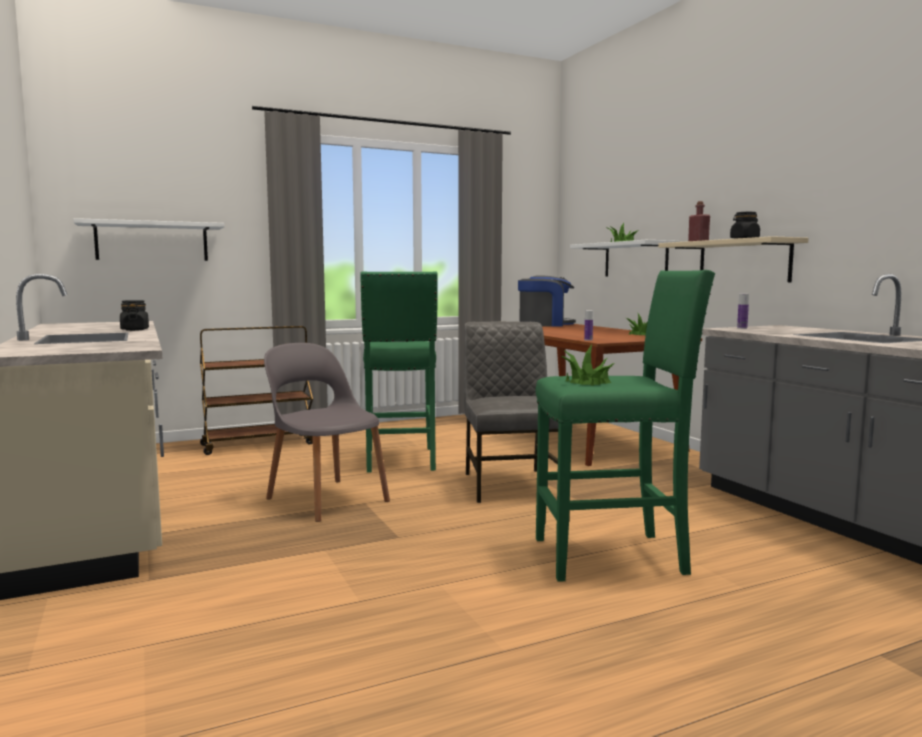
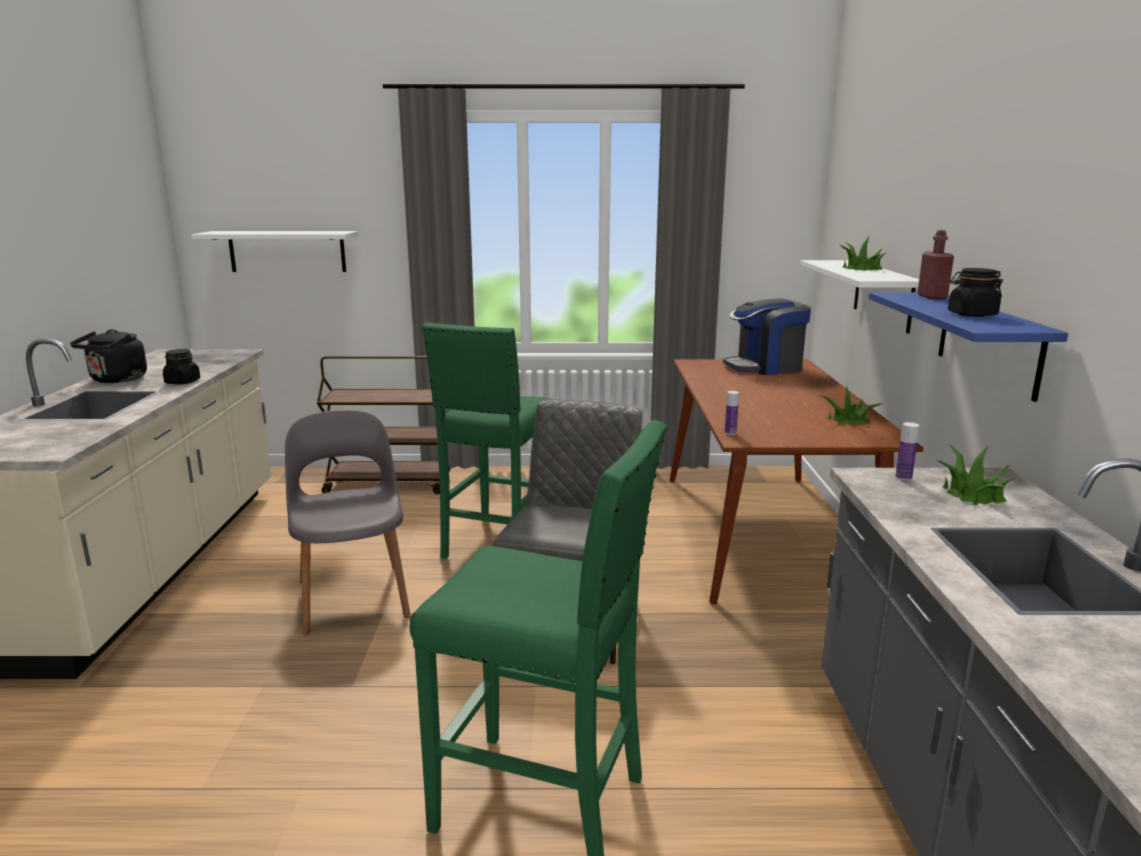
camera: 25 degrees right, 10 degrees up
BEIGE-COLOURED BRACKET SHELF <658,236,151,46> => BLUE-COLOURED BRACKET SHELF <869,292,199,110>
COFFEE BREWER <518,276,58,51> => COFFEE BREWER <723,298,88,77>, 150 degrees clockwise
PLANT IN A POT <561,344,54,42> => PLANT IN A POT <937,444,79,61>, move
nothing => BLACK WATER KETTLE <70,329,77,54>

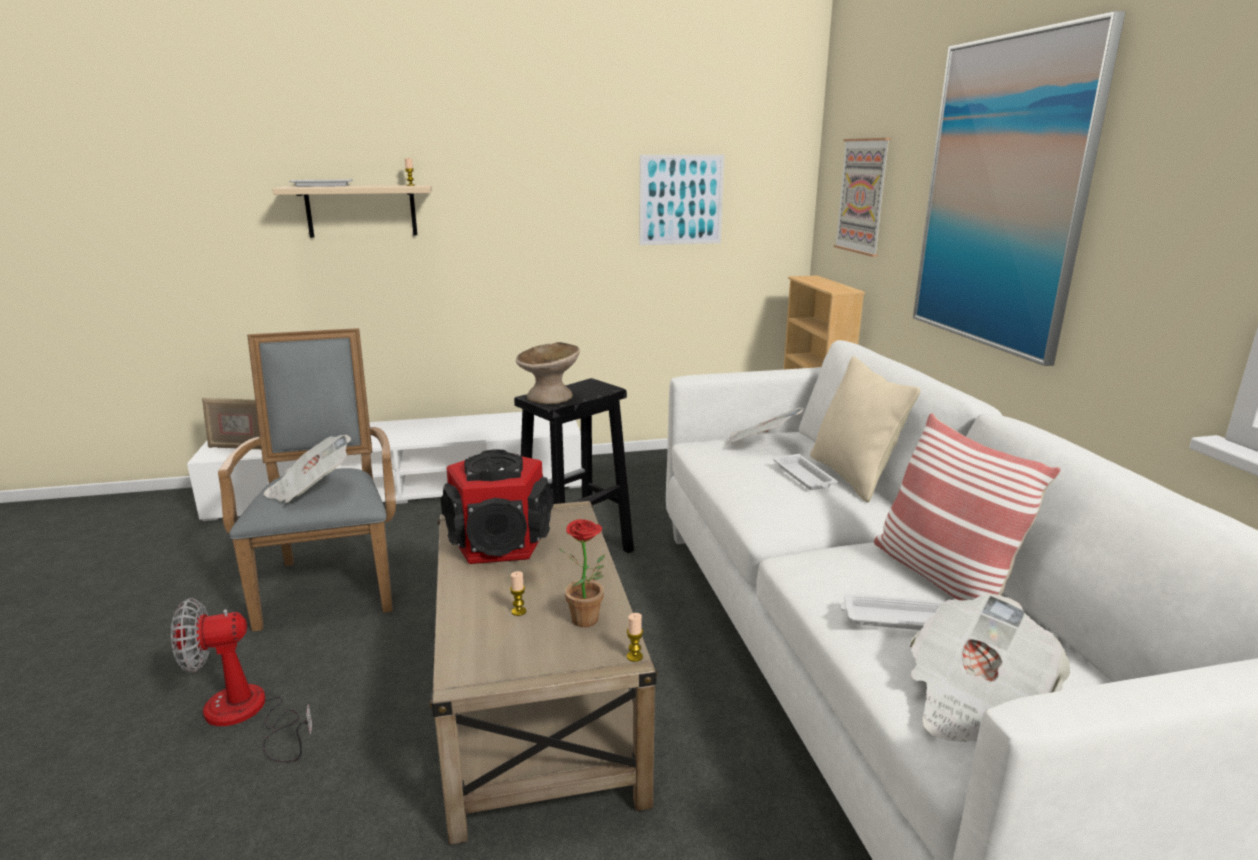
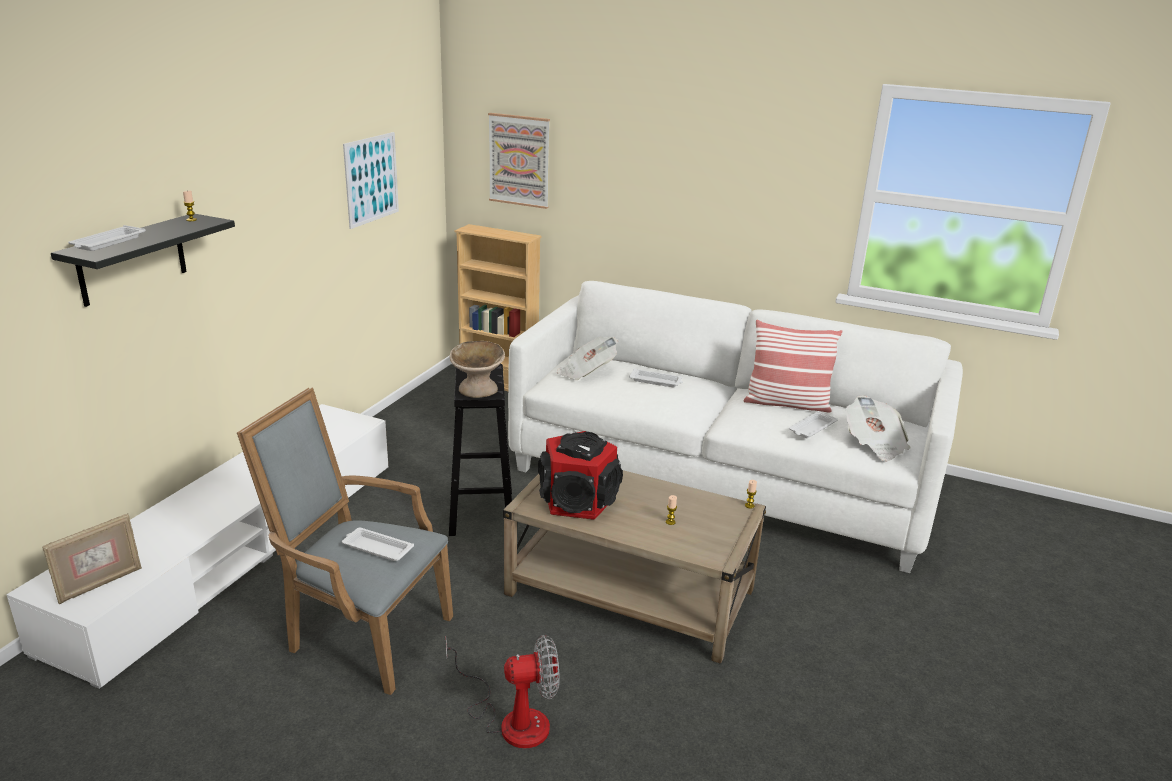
camera: 55 degrees left, 5 degrees up
WALL ART <913,11,212,355> => nothing
BEIGE-COLOURED BRACKET SHELF <272,185,160,53> => BLACK BRACKET SHELF <51,214,184,93>
BEIGE-COLOURED CUSHION <810,356,111,146> => nothing
NEWSPAPER <264,435,87,68> => WHITE SERVING TRAY <342,528,72,33>
PLANT IN A POT <558,519,47,108> => nothing
COOLING FAN <171,598,141,165> => COOLING FAN <446,635,114,113>, 120 degrees counterclockwise

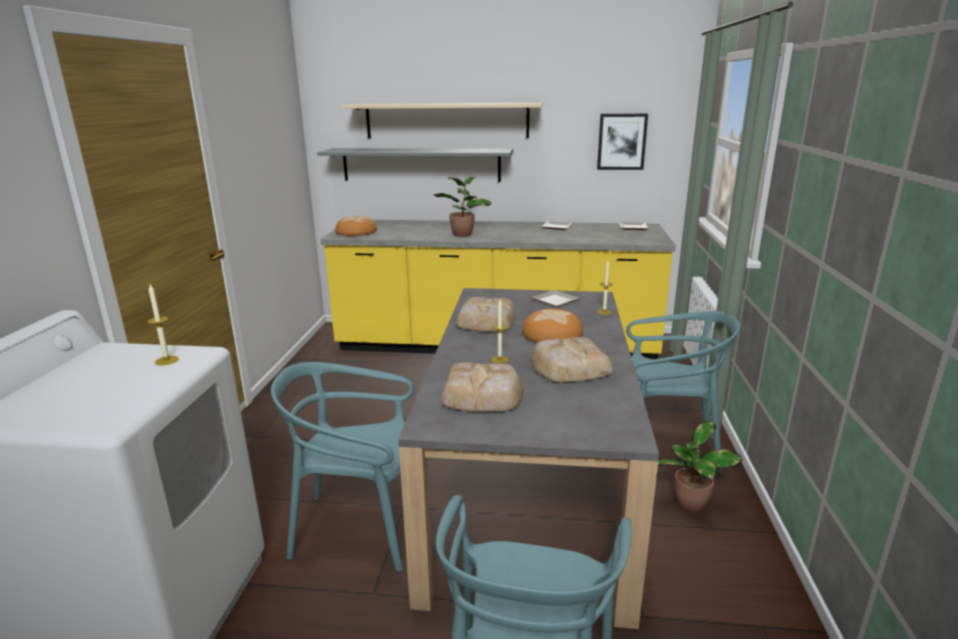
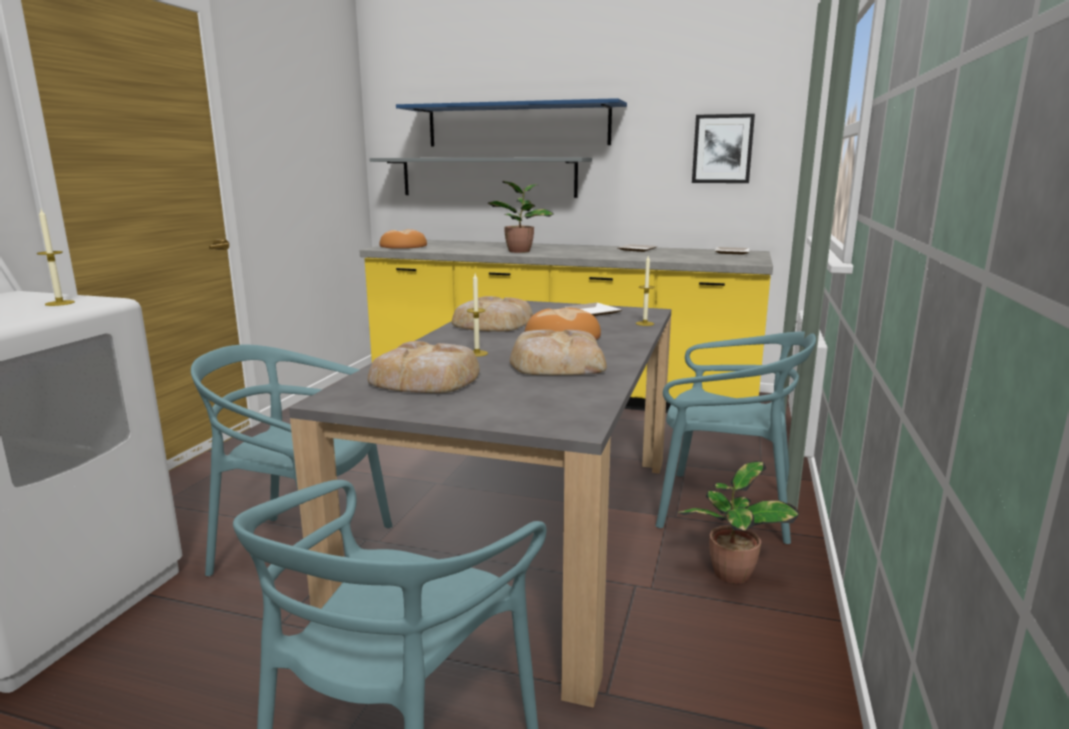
camera: 10 degrees right, 5 degrees down
BEIGE-COLOURED BRACKET SHELF <341,103,201,35> => BLUE-COLOURED BRACKET SHELF <396,98,231,49>

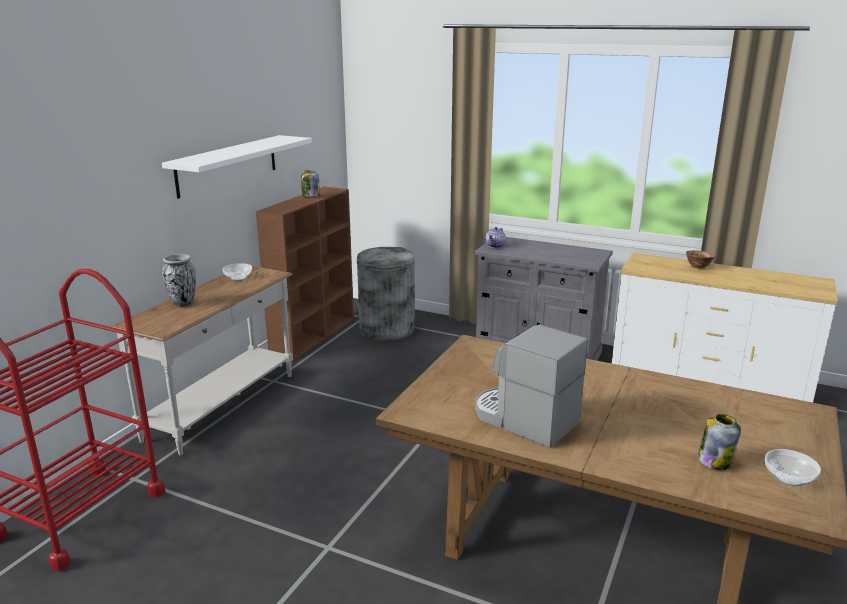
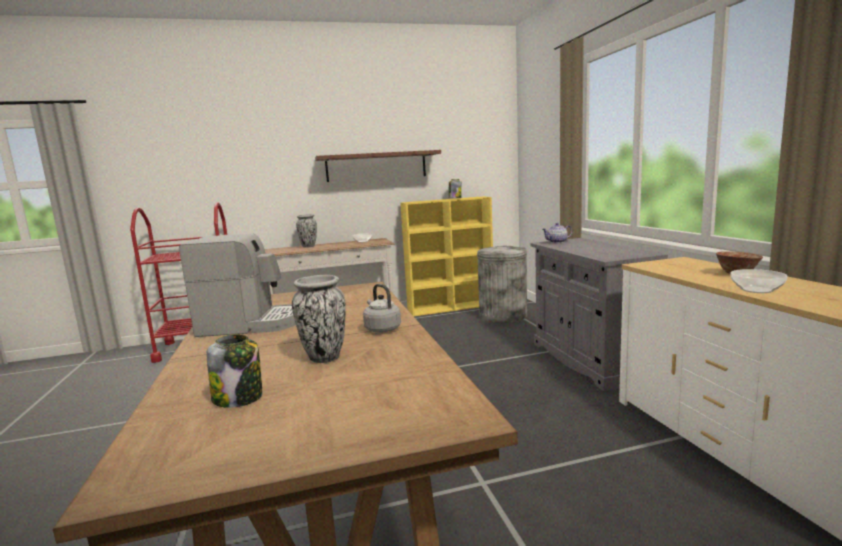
camera: 50 degrees right, 10 degrees down
WHITE BRACKET SHELF <162,135,150,64> => BROWN-COLOURED BRACKET SHELF <315,150,126,32>
BROWN-COLOURED BOOKSHELF <256,187,98,173> => YELLOW-COLOURED BOOKSHELF <400,196,93,120>
COFFEE BREWER <475,325,113,123> => COFFEE BREWER <179,233,117,104>, 90 degrees clockwise
SERVING BOWL <765,449,56,37> => SERVING BOWL <730,269,58,24>, move
nothing => DECORATIVE VASE <292,275,54,88>
nothing => GREY WATER KETTLE <363,284,38,48>

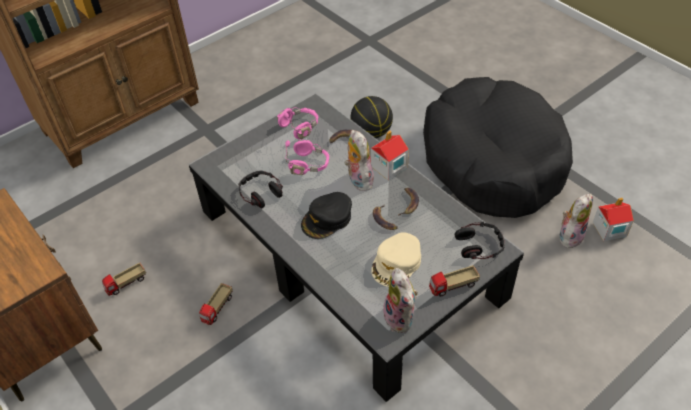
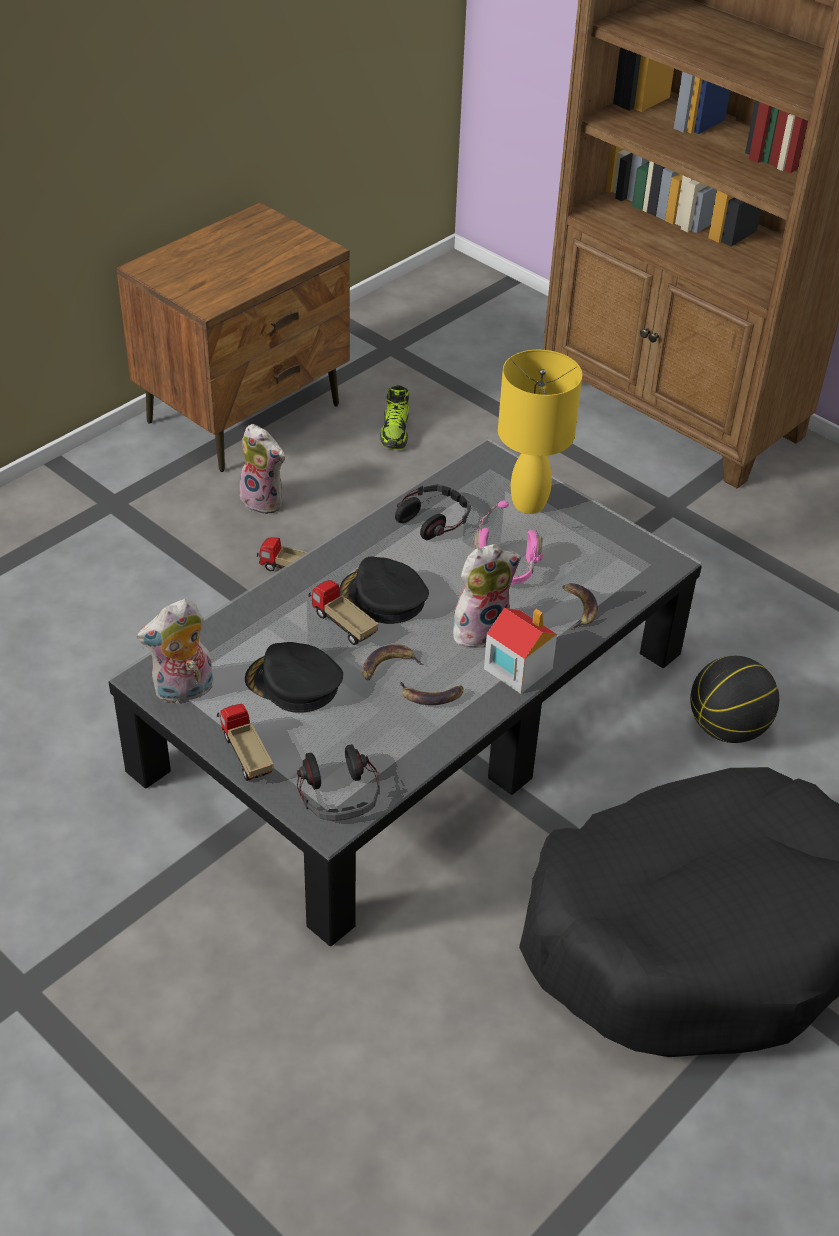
camera: 80 degrees right, 5 degrees down
PINKISH HEADSET <277,107,41,32> => nothing
SOFT TOY <559,194,34,54> => SOFT TOY <238,424,47,91>, move
MINIATURE HOUSE <593,198,41,43> => nothing
BEIGE-COLOURED PEAKED CAP <371,232,50,55> => BLACK PEAKED CAP <245,642,98,71>
TOY LORRY <102,262,44,34> => TOY LORRY <308,580,70,65>, move
nothing => YELLOW-COLOURED TABLE LAMP <498,350,84,164>
nothing => SHOE <380,385,29,64>

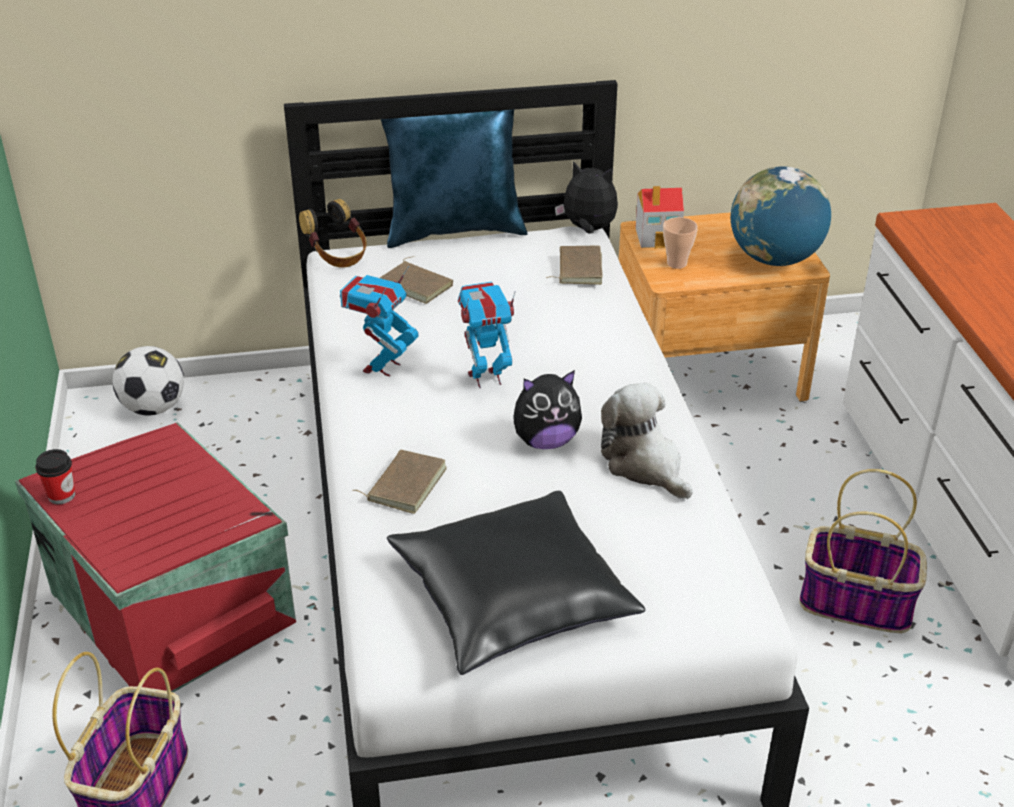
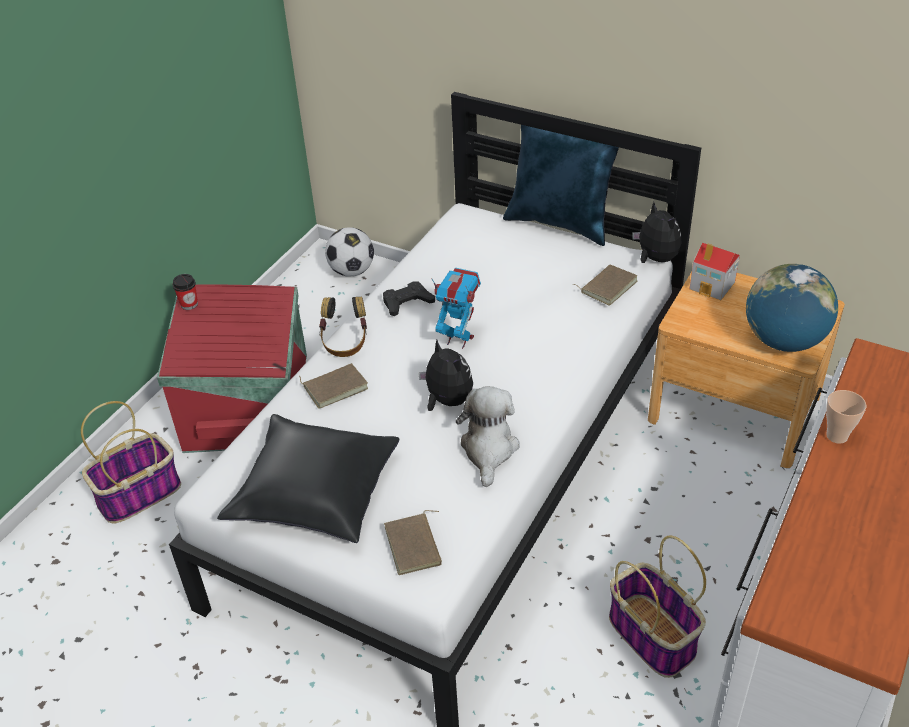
camera: 40 degrees right, 5 degrees up
HEADSET <299,199,68,69> => HEADSET <319,296,48,61>, move
SMALL CUP <663,217,35,52> => SMALL CUP <826,390,40,53>, move
BROWN-COLOURED VOLUME <380,256,73,48> => BROWN-COLOURED VOLUME <384,510,58,65>, move
ROBOT FIGURE <340,266,79,110> => BLACK GAMEPAD <383,281,52,35>
SOFT TOY <513,370,69,79> => SOFT TOY <418,340,55,71>, 150 degrees counterclockwise

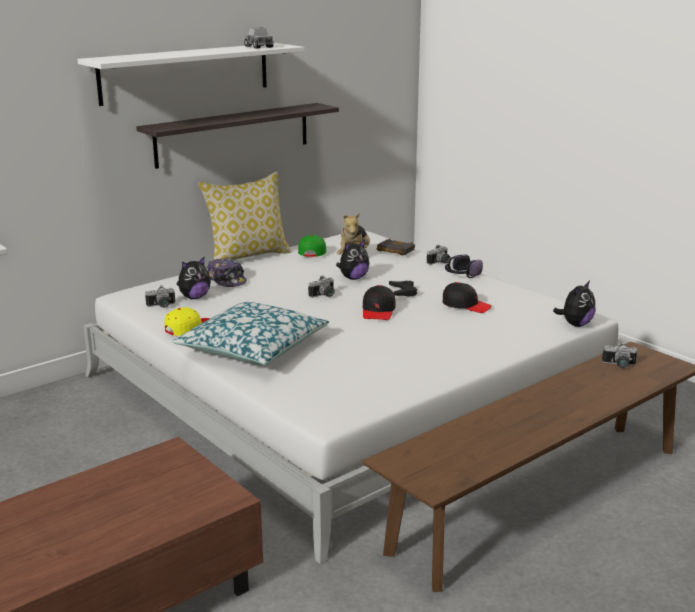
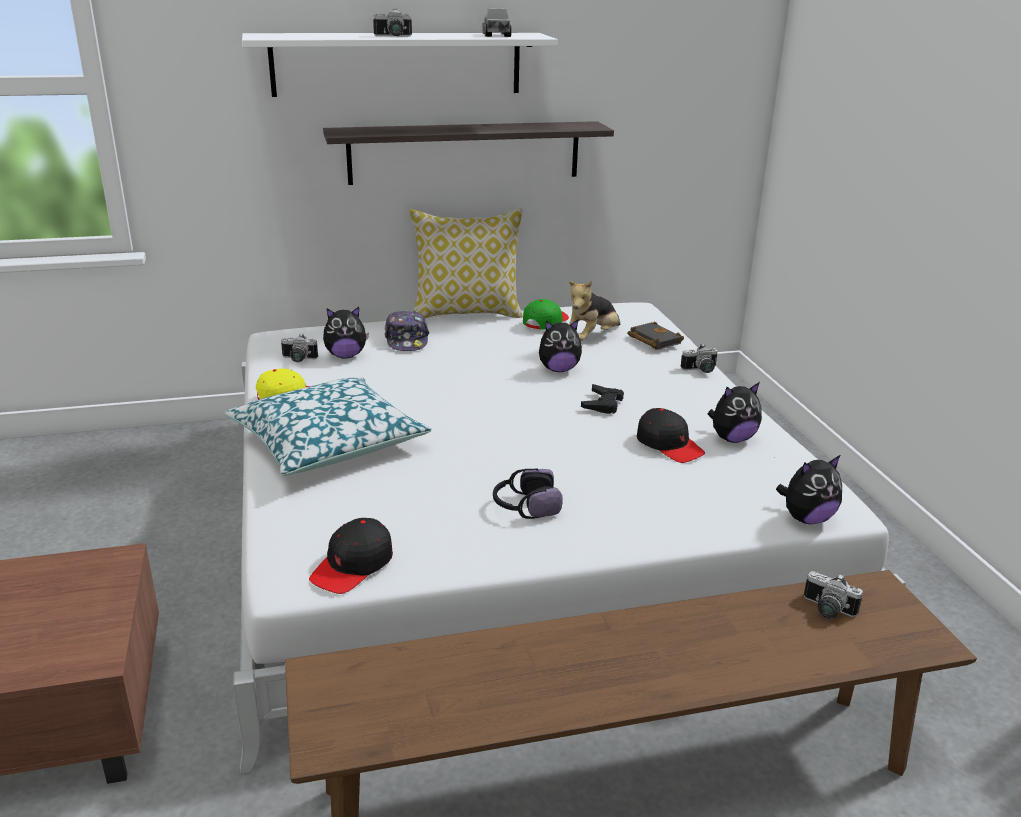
camera: 25 degrees right, 5 degrees up
HEADSET <445,255,38,23> => HEADSET <493,469,70,50>, move
PHOTO CAMERA <308,275,27,23> => PHOTO CAMERA <373,8,39,28>, move
BLACK PEAKED CAP <363,285,33,35> => BLACK PEAKED CAP <309,518,84,76>, move
nothing => SOFT TOY <708,382,54,61>

